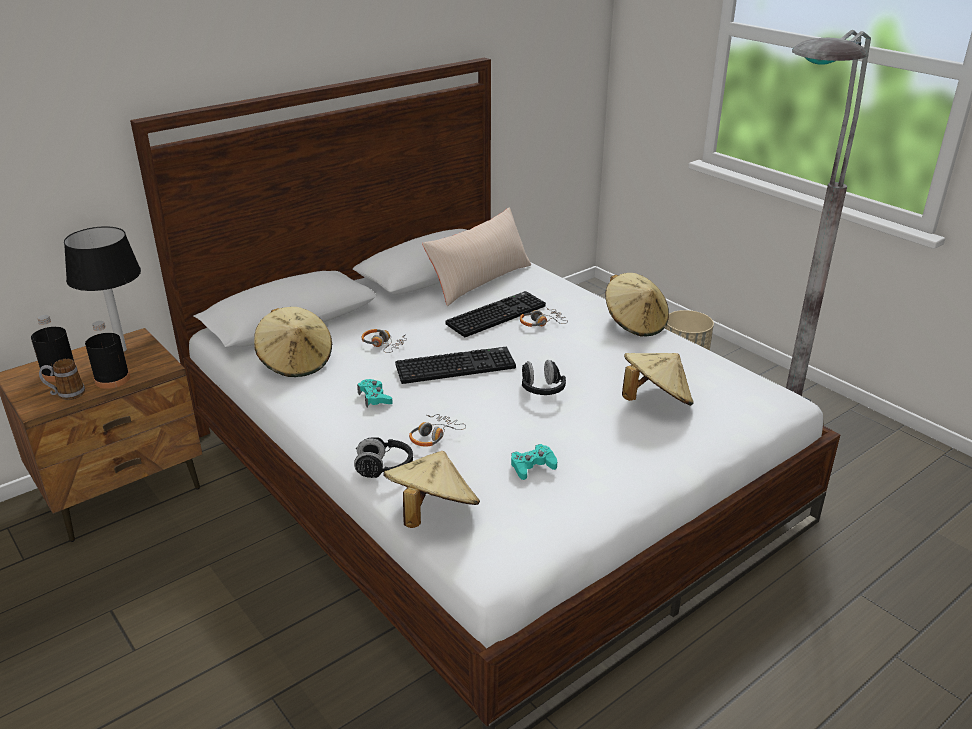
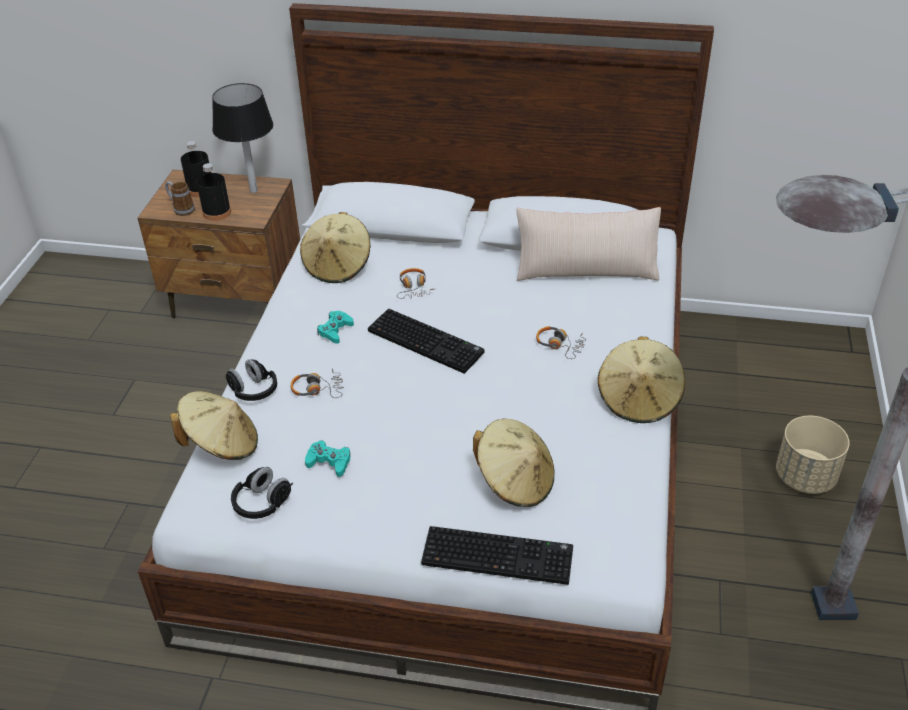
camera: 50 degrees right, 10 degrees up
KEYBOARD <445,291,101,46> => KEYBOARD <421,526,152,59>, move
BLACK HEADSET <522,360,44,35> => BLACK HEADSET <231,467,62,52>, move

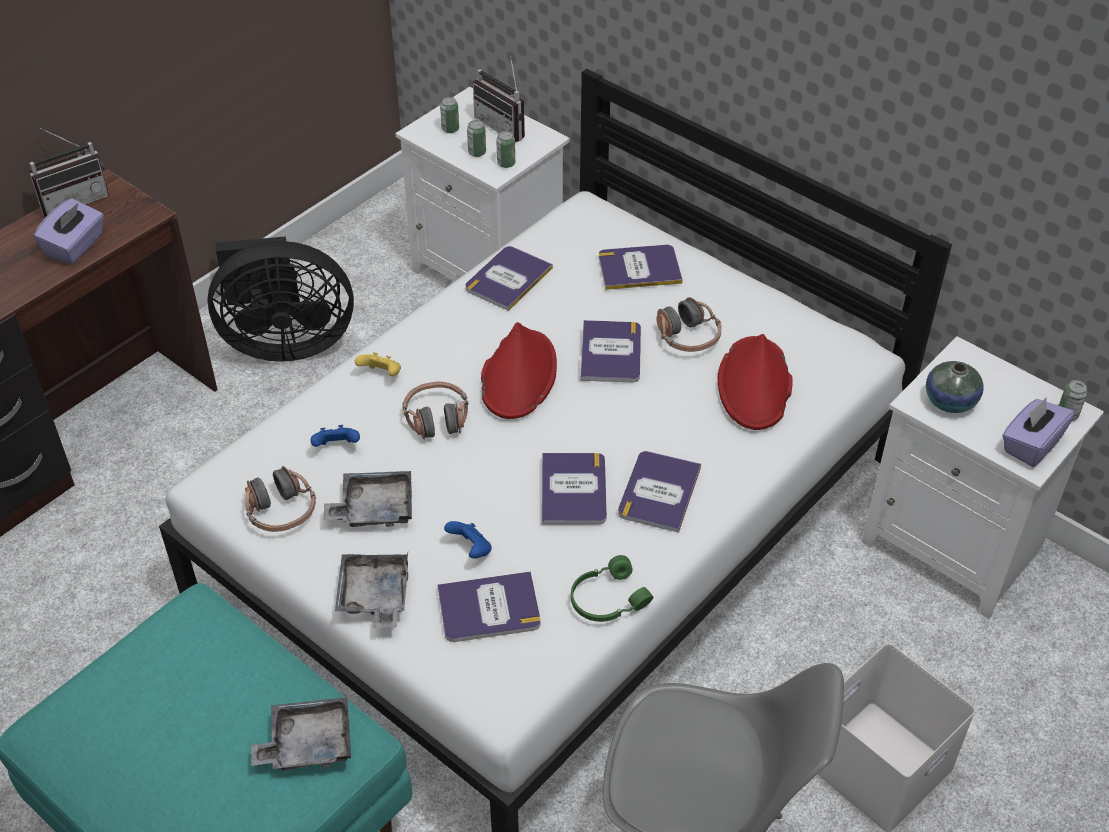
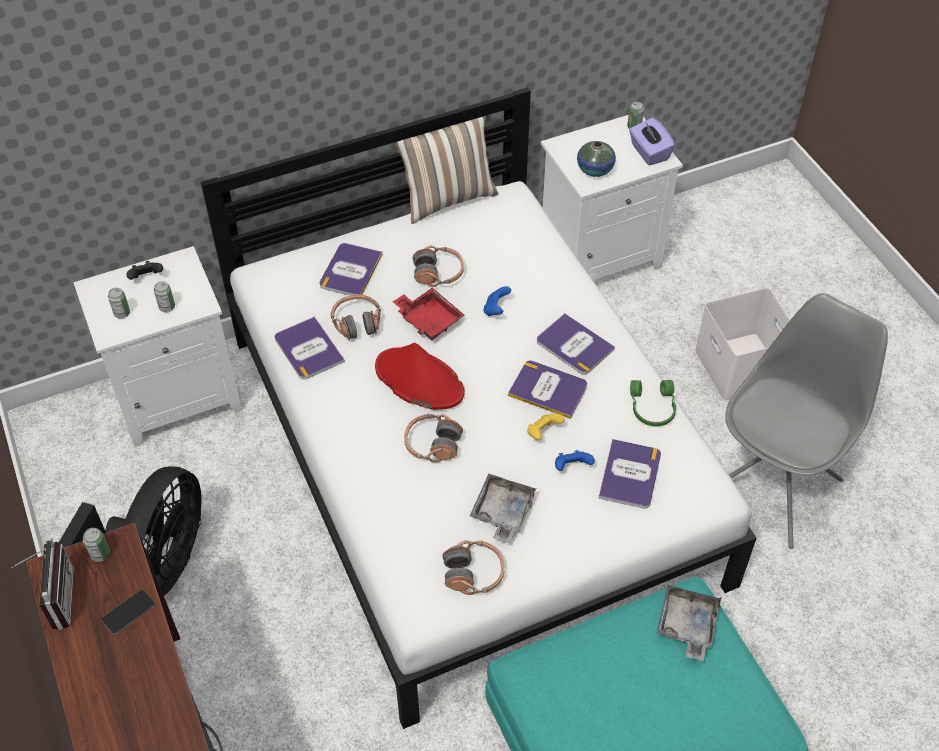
camera: 65 degrees left, 5 degrees up
RADIO SET <473,56,52,86> => BLACK GAMEPAD <126,261,37,19>
METAL CAN <496,131,19,37> => METAL CAN <83,528,27,34>, move
PURPLE TISSUE BOX <34,198,70,66> => TELEPHONE <102,590,53,44>
VOLUME <580,320,61,62> => RED SERVING TRAY <393,288,72,52>
RED CLOTHING HAT <717,334,76,96> => nothing
YELLOW-COLOURED GAMEPAD <355,352,46,24> => YELLOW-COLOURED GAMEPAD <527,414,38,26>, move
BLUE-COLOURED GAMEPAD <311,425,49,22> => BLUE-COLOURED GAMEPAD <483,286,28,30>, move
GREY SERVING TRAY <335,553,73,75> => nothing
nothing => CUSHION <394,116,104,108>
nothing => HEADSET <331,294,50,46>

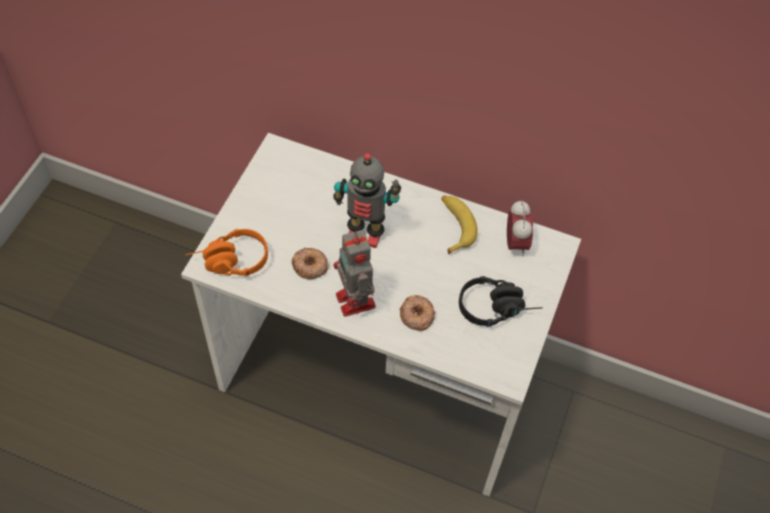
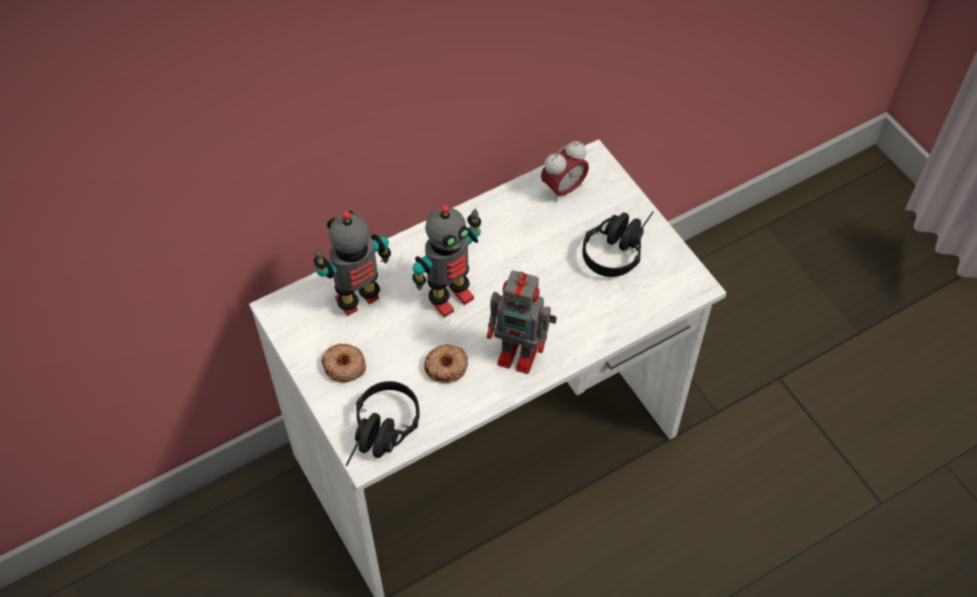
camera: 50 degrees left, 0 degrees up
WHOLE BANANA <441,195,37,59> => nothing
ALARM CLOCK <507,200,26,57> => ALARM CLOCK <541,141,48,61>, 105 degrees clockwise
ORANGE-COLOURED HEADSET <185,229,83,47> => BLACK HEADSET <346,381,74,85>
DONUT <400,295,35,36> => DONUT <321,343,45,40>, move
nothing => ROBOT FIGURE <314,210,77,106>

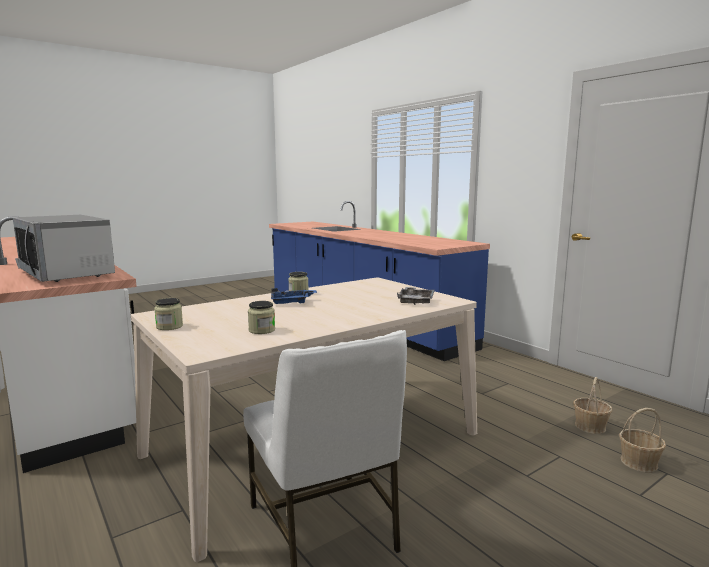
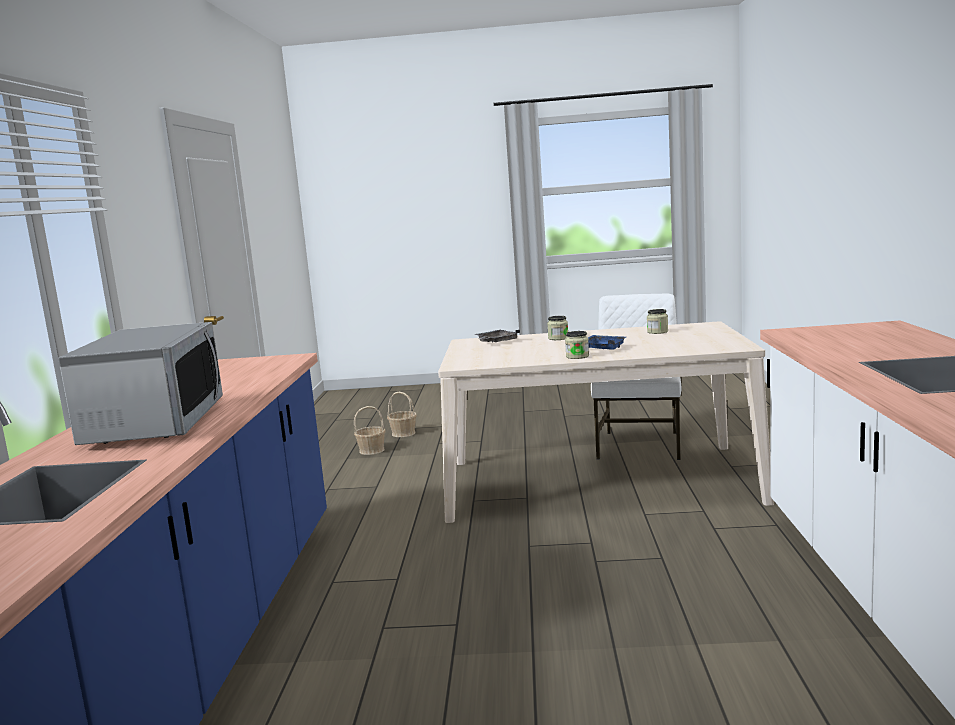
camera: 140 degrees left, 0 degrees up
KITCHEN MICROWAVE <13,215,102,67> => KITCHEN MICROWAVE <58,322,165,123>, move
PRESERVE JAR <154,298,29,32> => PRESERVE JAR <547,316,21,24>, move

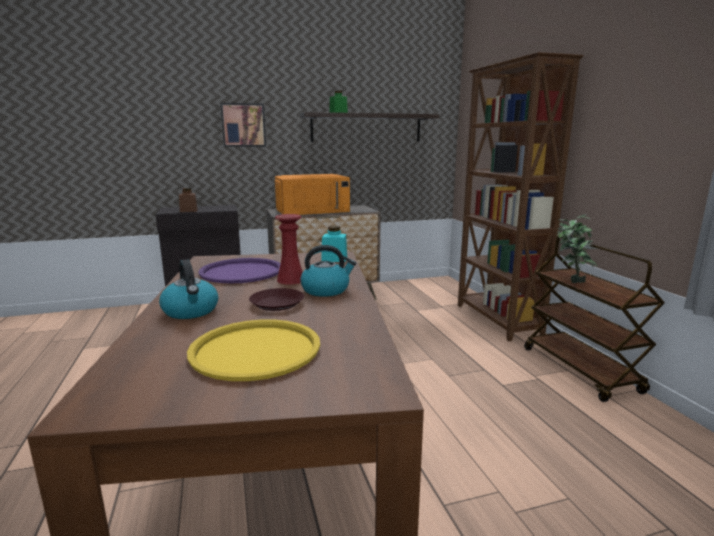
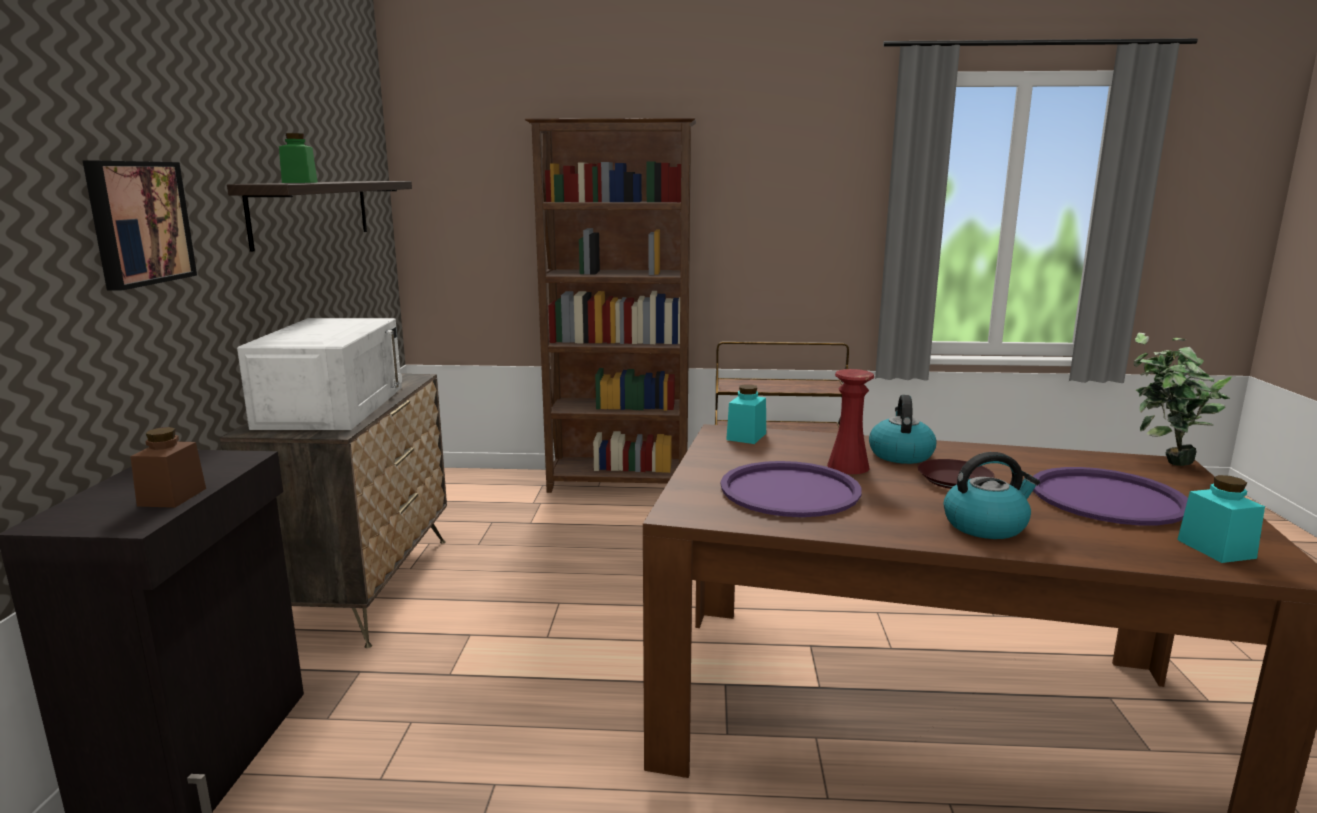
camera: 70 degrees left, 0 degrees up
ORANGE-COLOURED KITCHEN MICROWAVE <275,174,75,41> => WHITE KITCHEN MICROWAVE <237,318,165,112>
PLANT IN A POT <557,214,41,69> => PLANT IN A POT <1134,333,98,133>, move
YELLOW-COLOURED SERVING TRAY <187,320,133,61> => PURPLE SERVING TRAY <1033,467,155,59>
nothing => TURQUOISE-COLOURED PRESERVE JAR <1177,475,88,88>

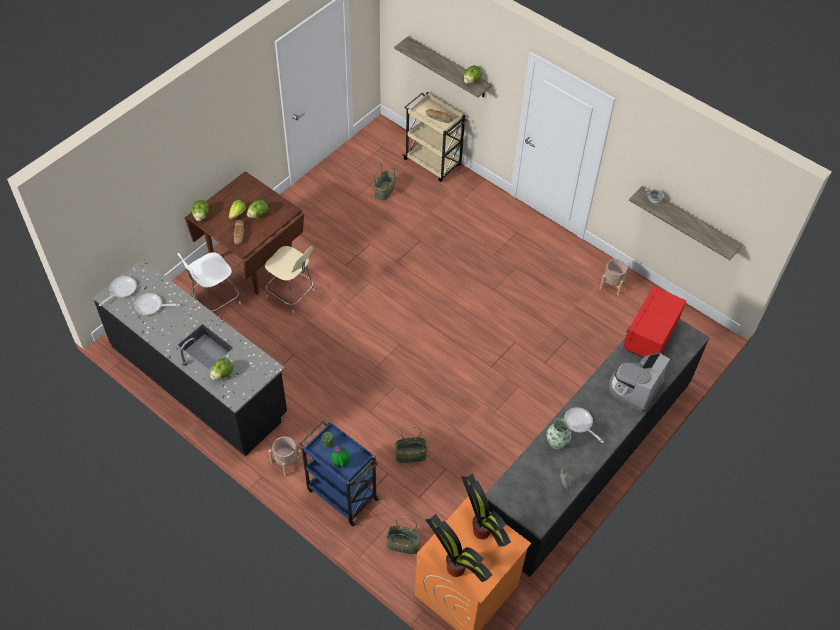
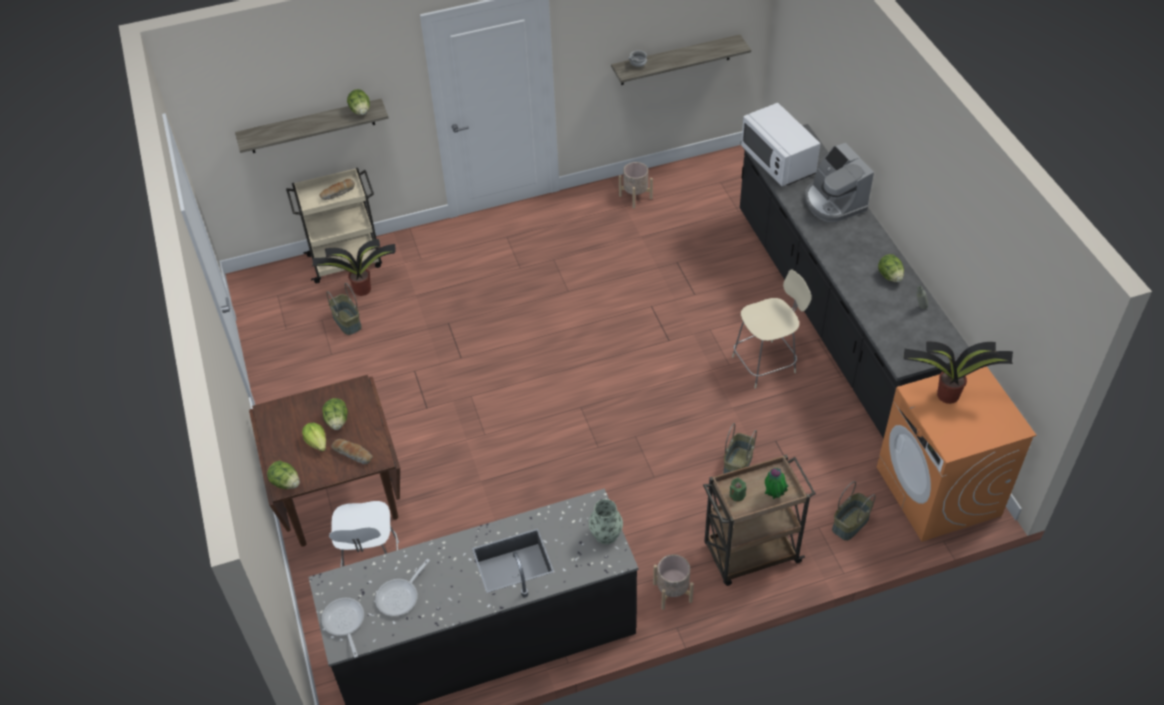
camera: 55 degrees left, 5 degrees down
BEIGE-COLOURED PLAIN CHAIR <265,246,50,67> => BEIGE-COLOURED PLAIN CHAIR <732,269,80,120>, move
RED KITCHEN MICROWAVE <623,286,63,72> => WHITE KITCHEN MICROWAVE <741,103,79,83>
HEAD OF LETTUCE <210,358,23,22> => HEAD OF LETTUCE <878,254,26,28>, move
PAN <564,407,40,36> => nothing
DECORATIVE VASE <547,418,24,31> => DECORATIVE VASE <589,499,34,45>, move
BLUE-COLOURED CART <299,420,81,106> => BROWN-COLOURED CART <703,454,113,132>
PLANT IN A POT <426,514,66,68> => PLANT IN A POT <312,239,84,57>, move

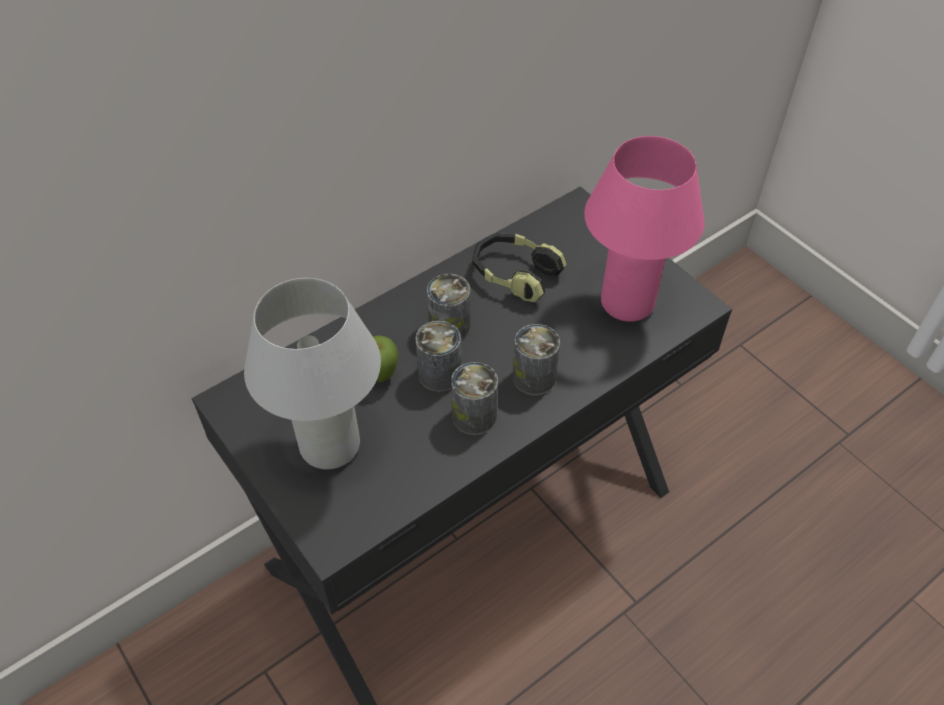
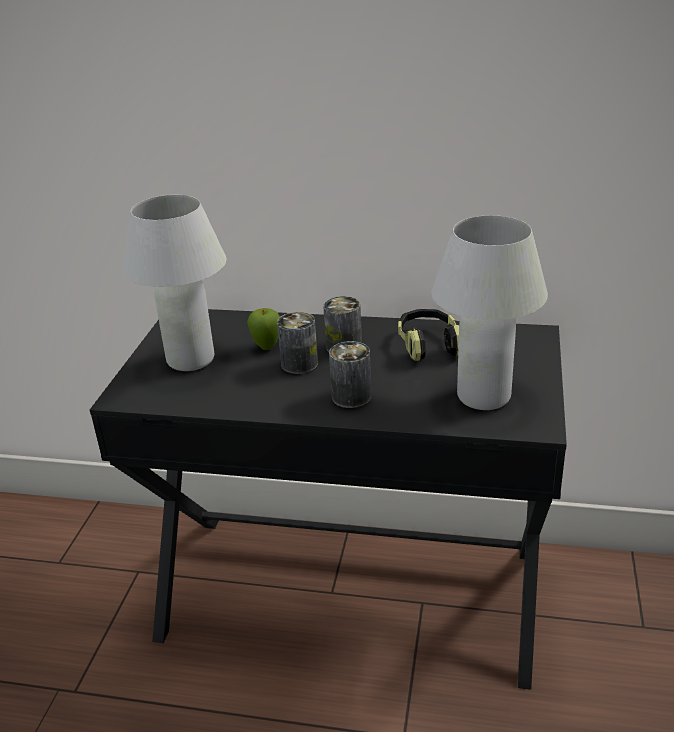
camera: 50 degrees right, 20 degrees down
PINKISH TABLE LAMP <584,136,121,186> => WHITE TABLE LAMP <431,215,117,195>
METAL CAN <451,362,47,73> => nothing

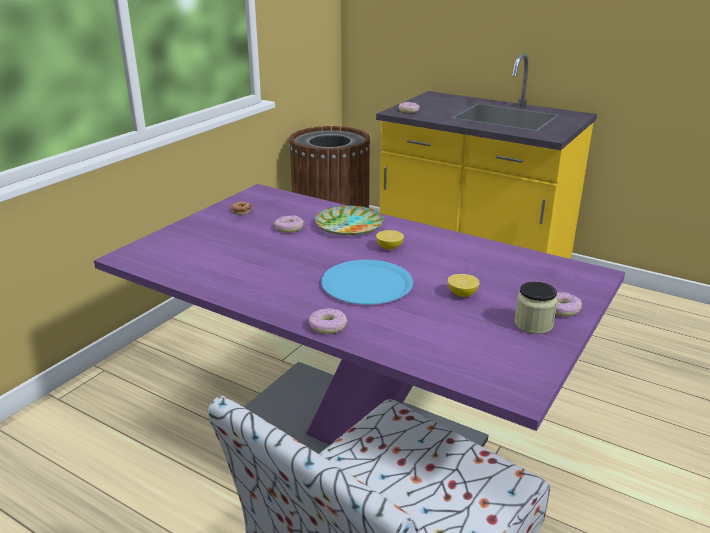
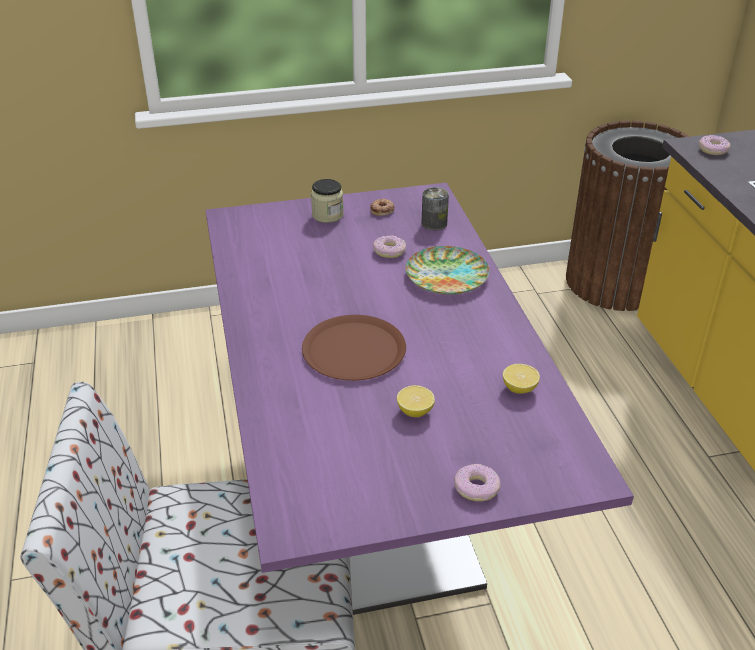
camera: 45 degrees right, 10 degrees up
LEMON <376,230,28,20> => LEMON <503,364,37,30>, move
BLUE-COLOURED DINNER PLATE <321,260,92,44> => BROWN-COLOURED DINNER PLATE <302,315,104,66>
PRESERVE JAR <514,282,43,52> => PRESERVE JAR <311,179,33,44>, move
DONUT <309,308,38,26> => nothing
nothing => METAL CAN <421,187,28,44>

